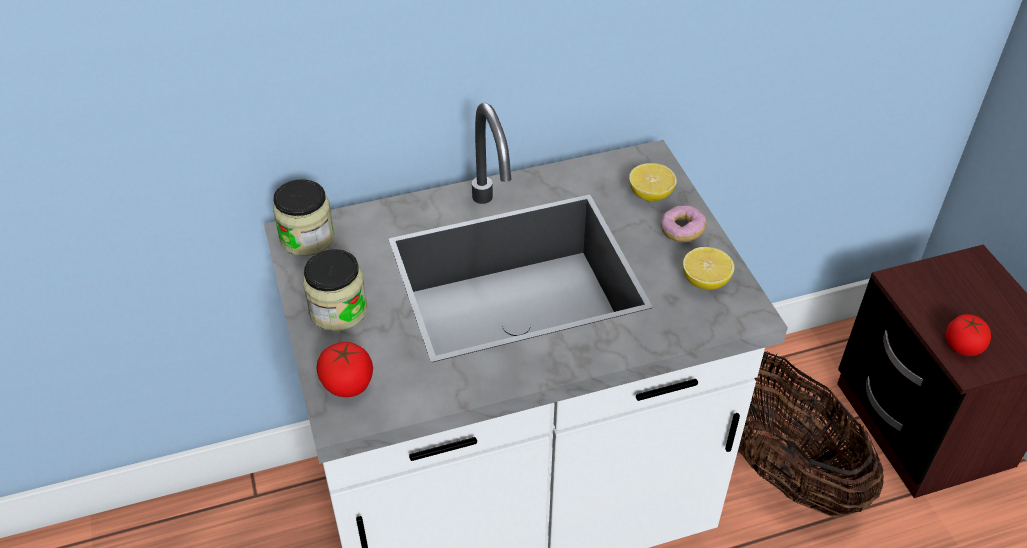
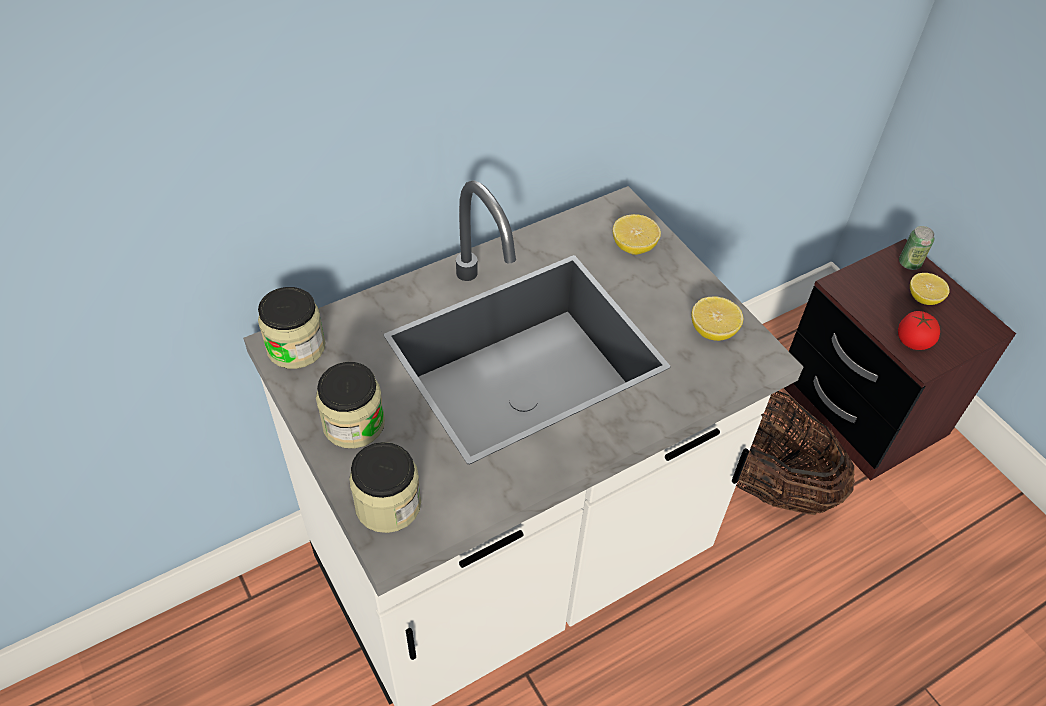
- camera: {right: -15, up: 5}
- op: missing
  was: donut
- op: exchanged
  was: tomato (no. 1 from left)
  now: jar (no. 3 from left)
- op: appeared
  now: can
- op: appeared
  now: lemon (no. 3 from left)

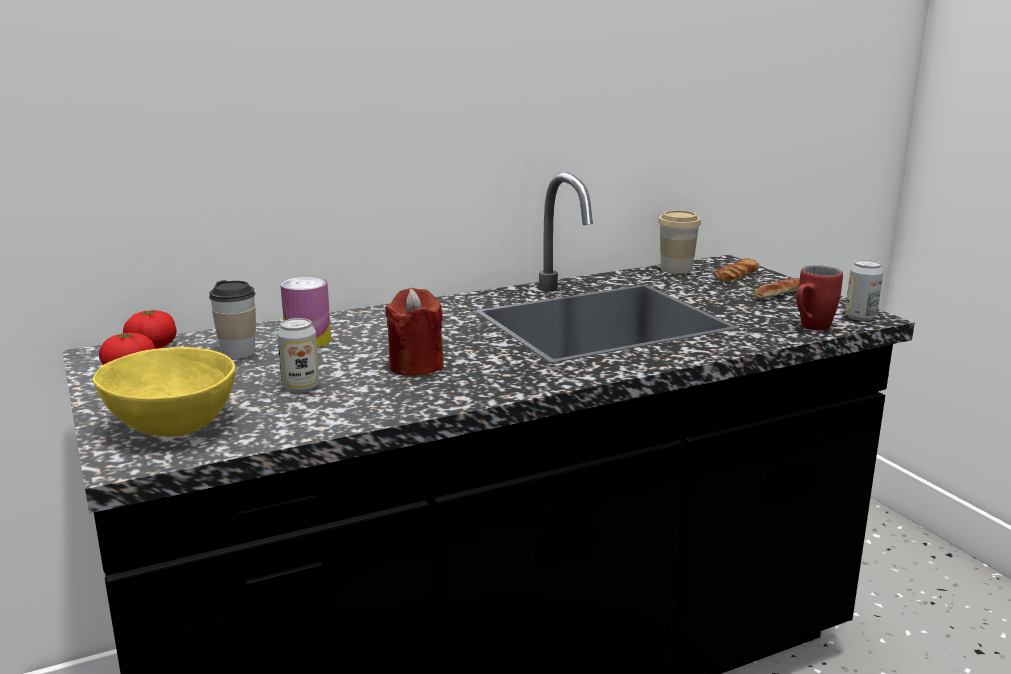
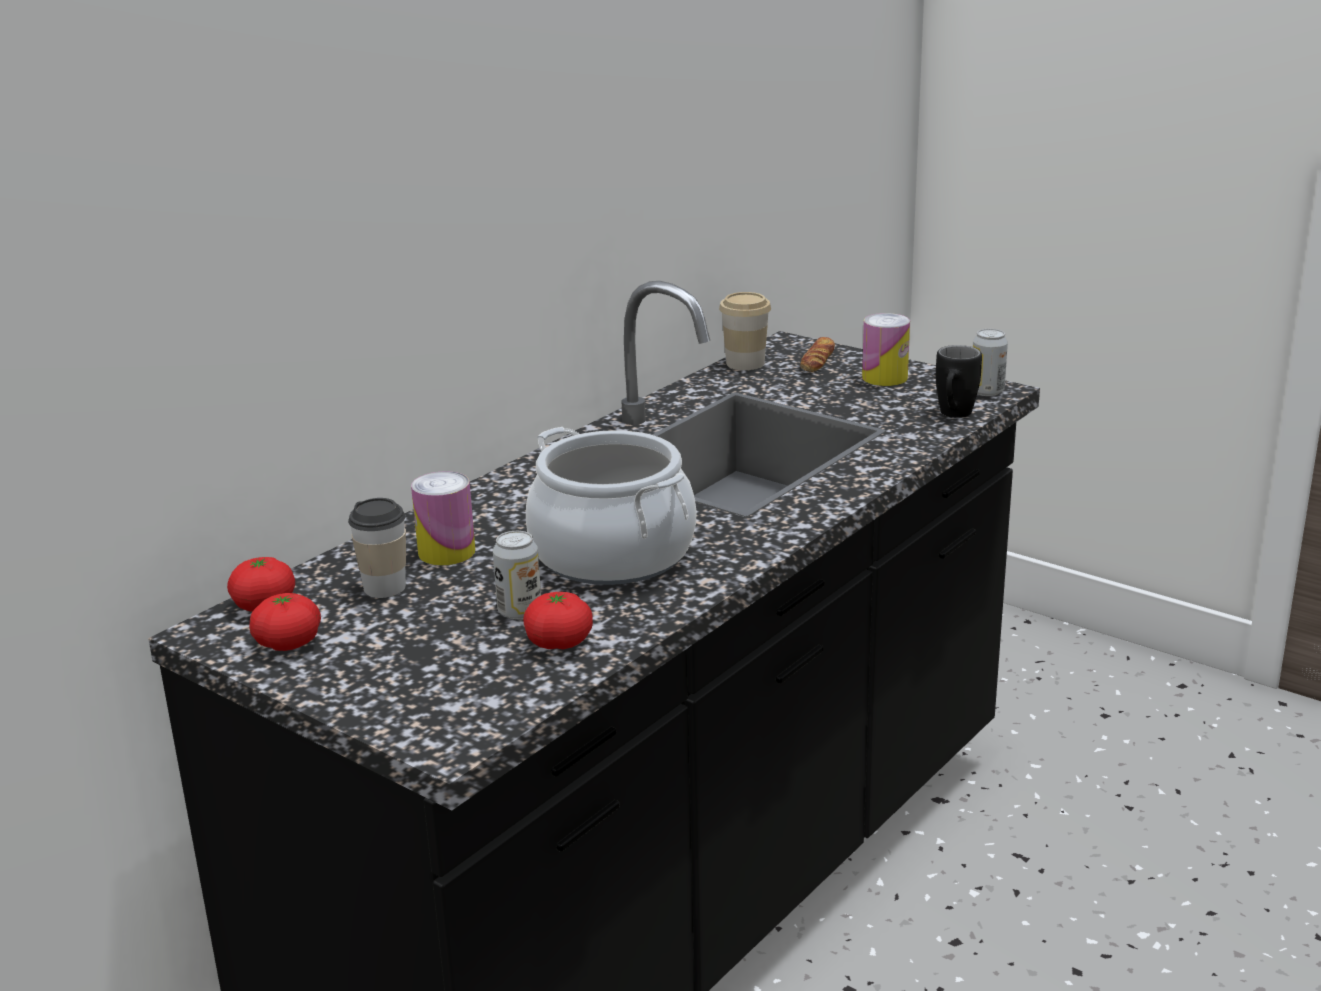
- camera: {right: -25, up: 5}
- op: colour
  was: red_mug
  now: black_mug
- op: exchanged
  was: bread (no. 2 from left)
  now: can (no. 3 from left)
- op: exchanged
  was: red_candle
  now: cooking_pot
- op: missing
  was: yellow_bowl
- op: appeared
  now: tomato (no. 3 from left)

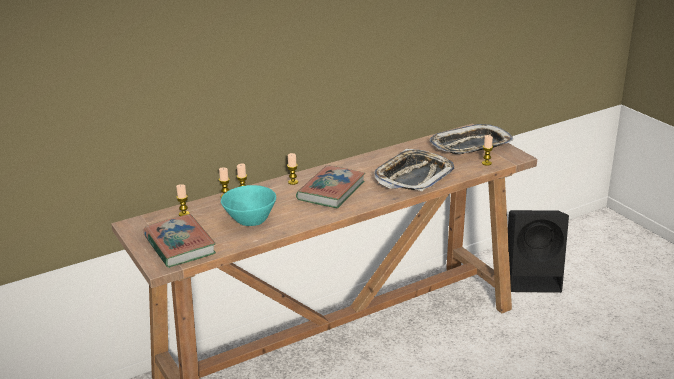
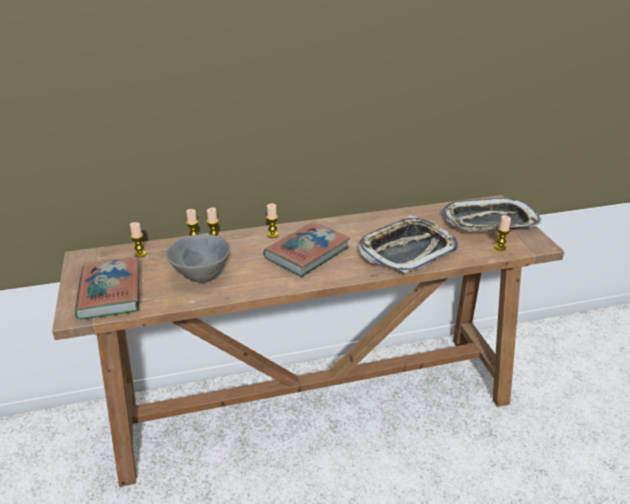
- camera: {right: 15, up: 5}
- op: colour
  was: turquoise_bowl
  now: grey_bowl
- op: missing
  was: black_speaker

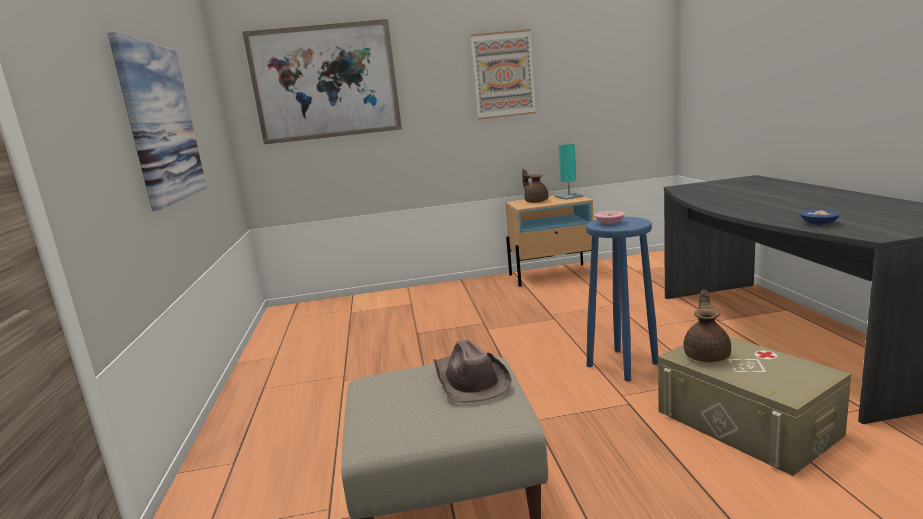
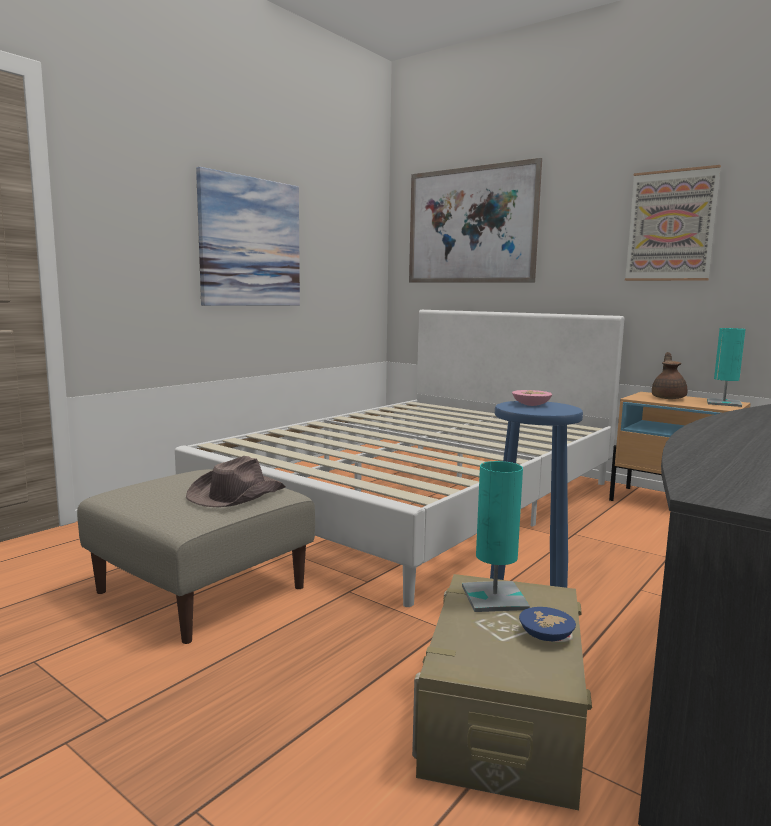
- camera: {right: 45, up: -5}
- op: relocated
  was: blue_bowl
- op: exchanged
  was: brown_teapot (no. 2 from left)
  now: turquoise_table_lamp (no. 1 from left)
- op: appeared
  now: white_bed

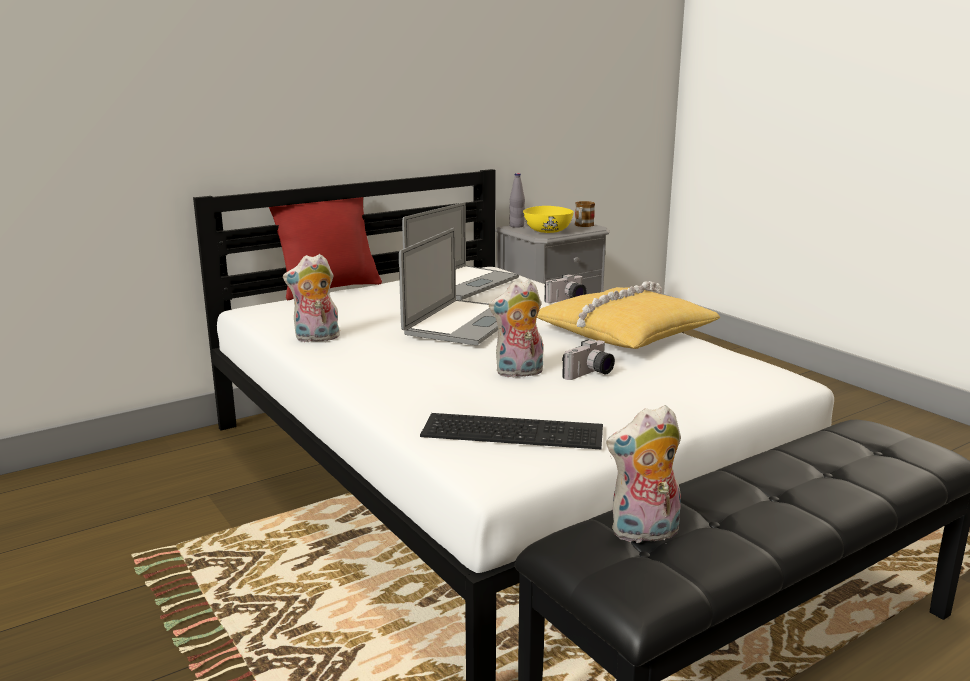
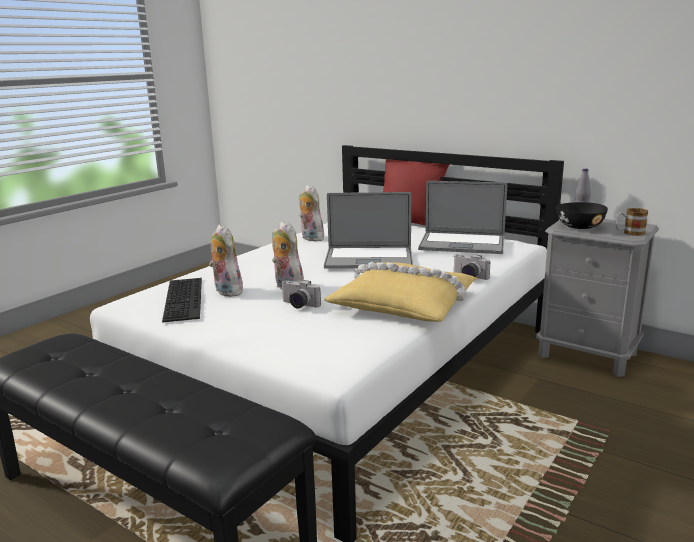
- camera: {right: 70, up: 0}
- op: colour
  was: yellow_bowl
  now: black_bowl
- op: relocated
  was: plush_toy (no. 3 from left in the first image)
  now: plush_toy (no. 1 from left)

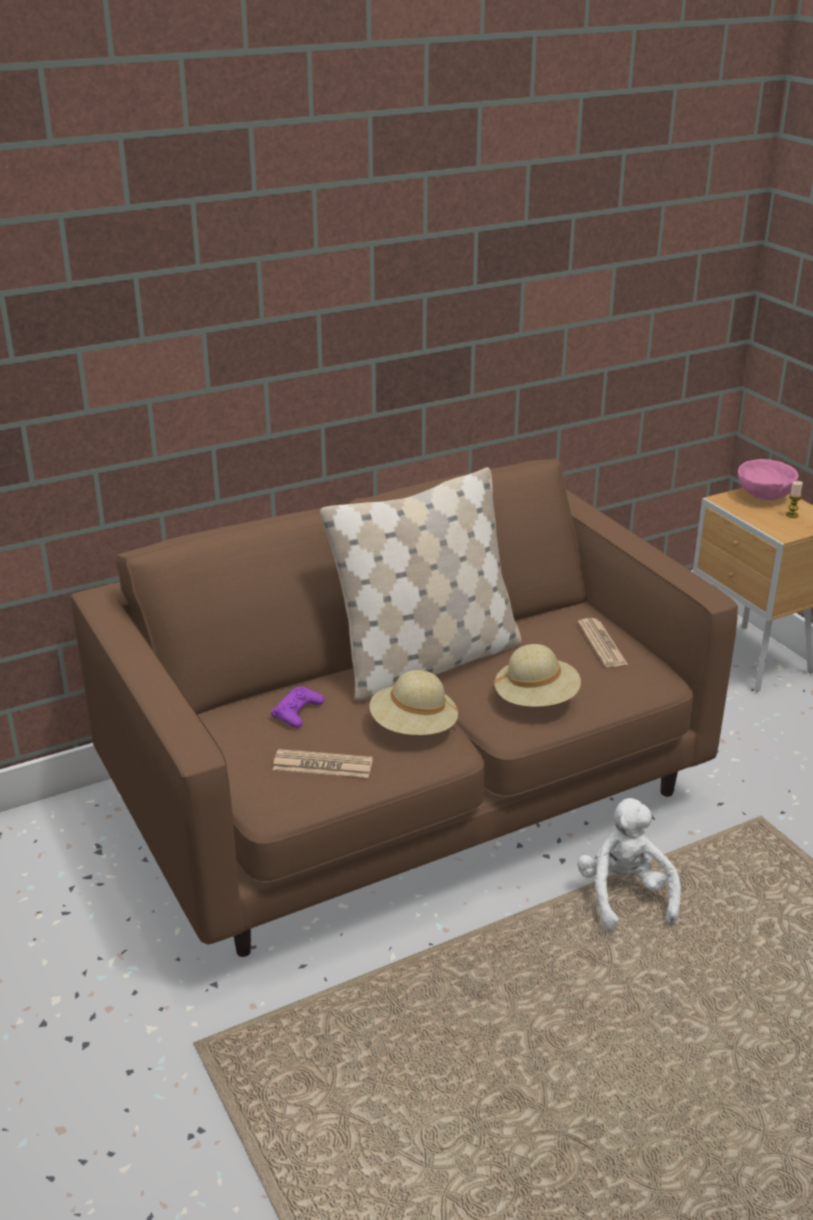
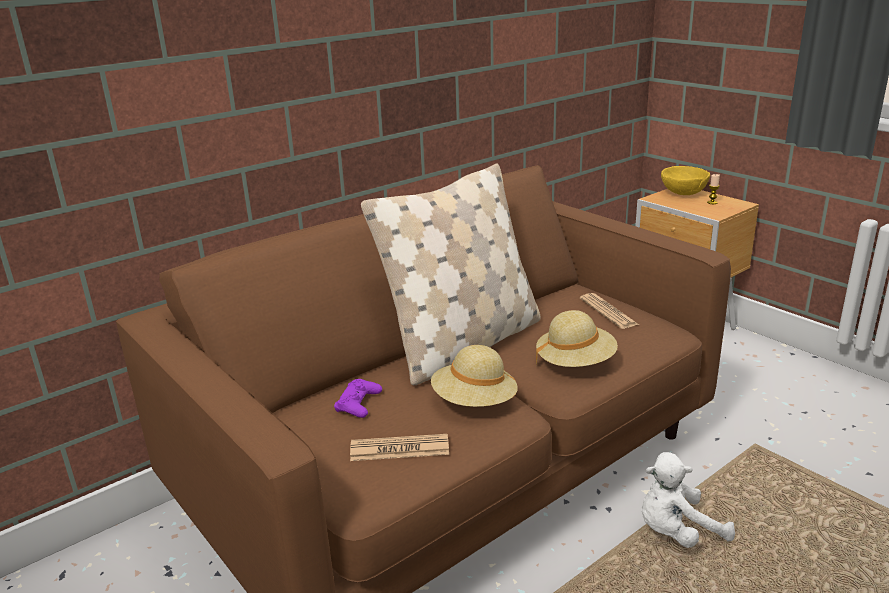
- camera: {right: -10, up: -5}
- op: colour
  was: pink_bowl
  now: yellow_bowl
- op: spun
  was: white_plush_toy
  clockwise: -90

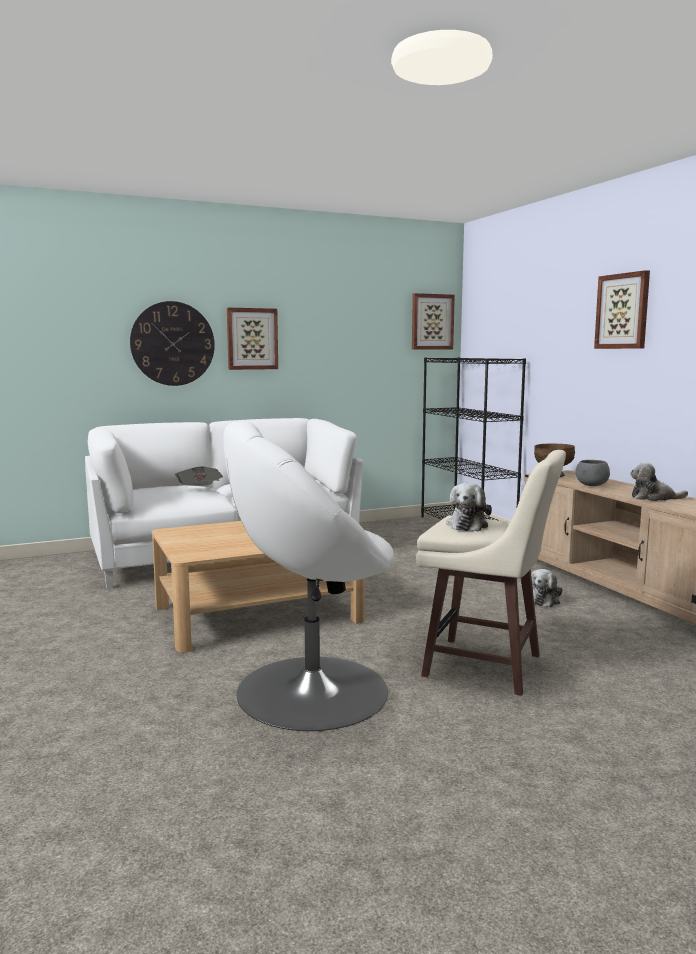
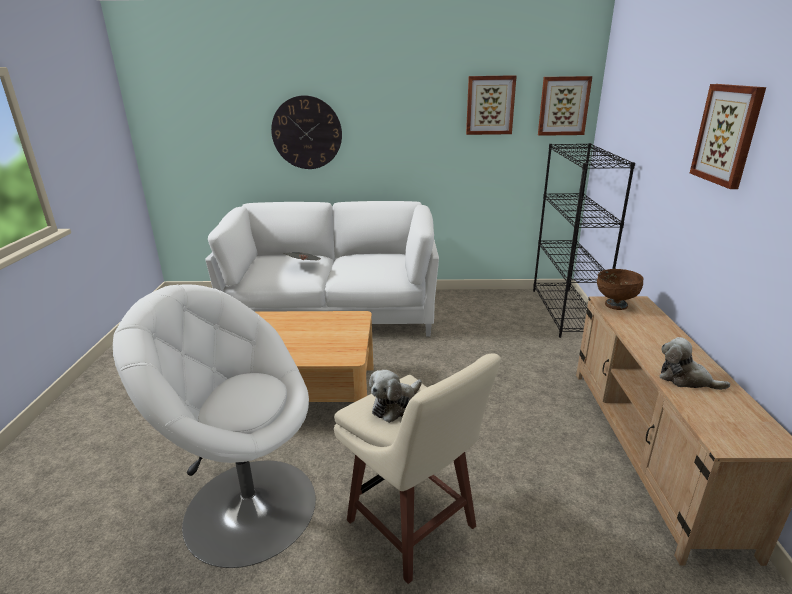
- camera: {right: 25, up: 15}
- op: relocated
  was: picture (no. 1 from left)
- op: missing
  was: grey_bowl
- op: missing
  was: plush_toy (no. 2 from left)

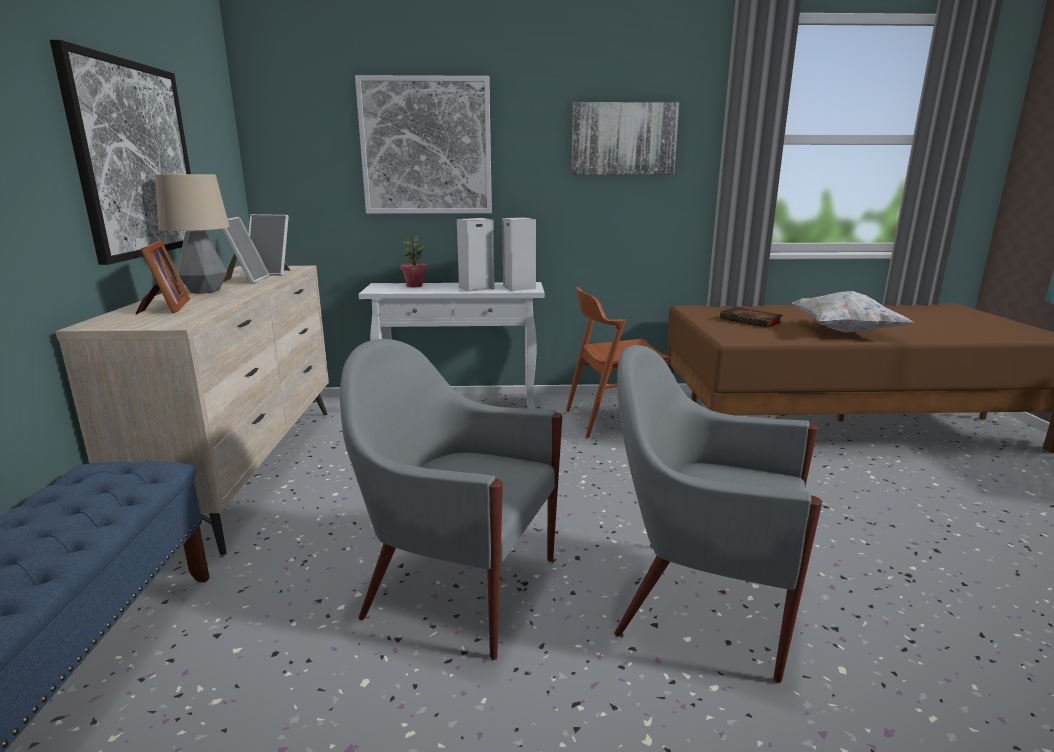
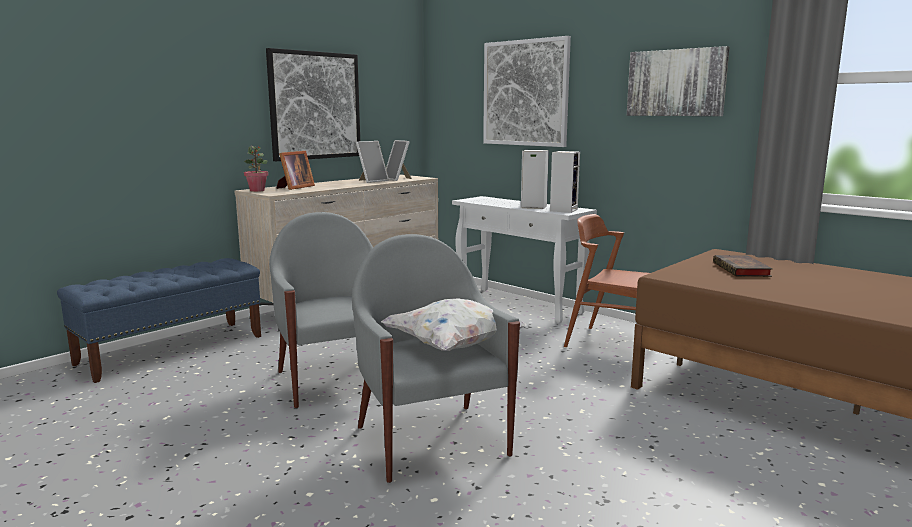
- camera: {right: 45, up: -5}
- op: missing
  was: table_lamp
- op: relocated
  was: potted_plant
- op: relocated
  was: white_pillow

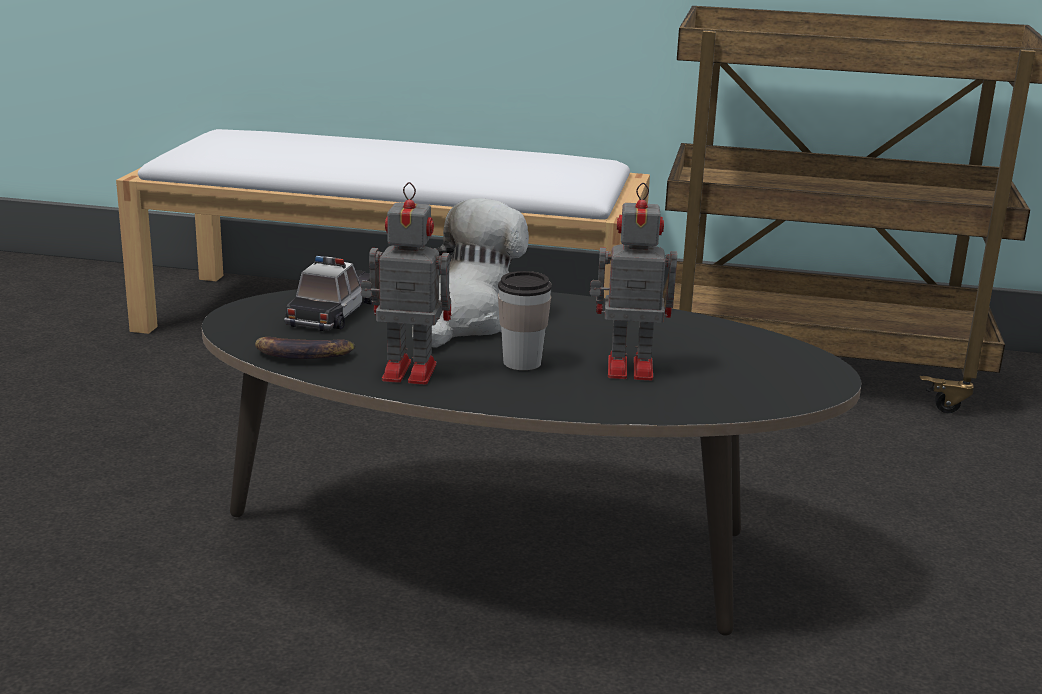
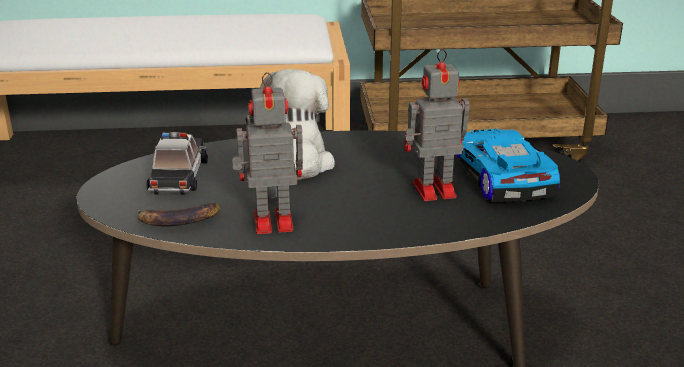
- camera: {right: -15, up: 5}
- op: missing
  was: cup
- op: appeared
  now: toy_car (no. 2 from left)

